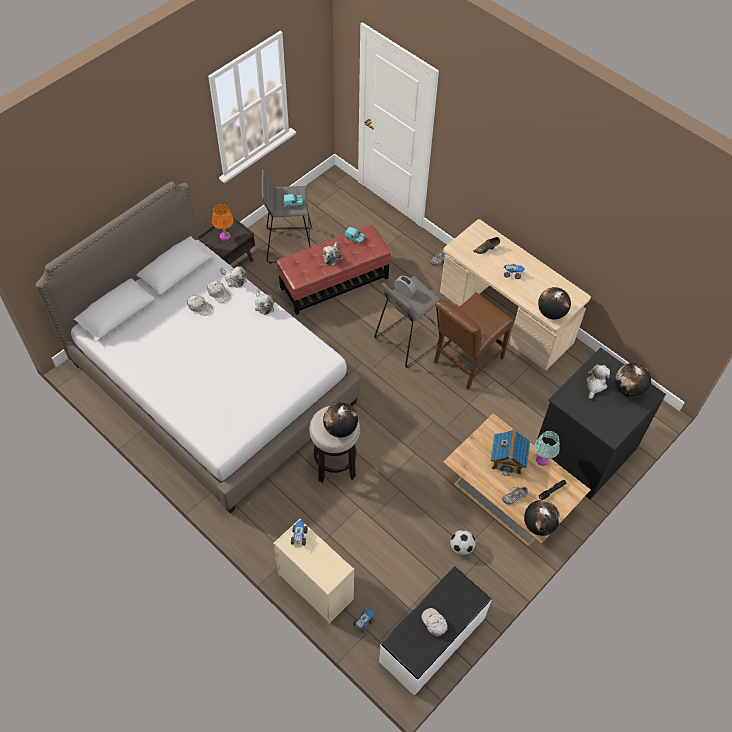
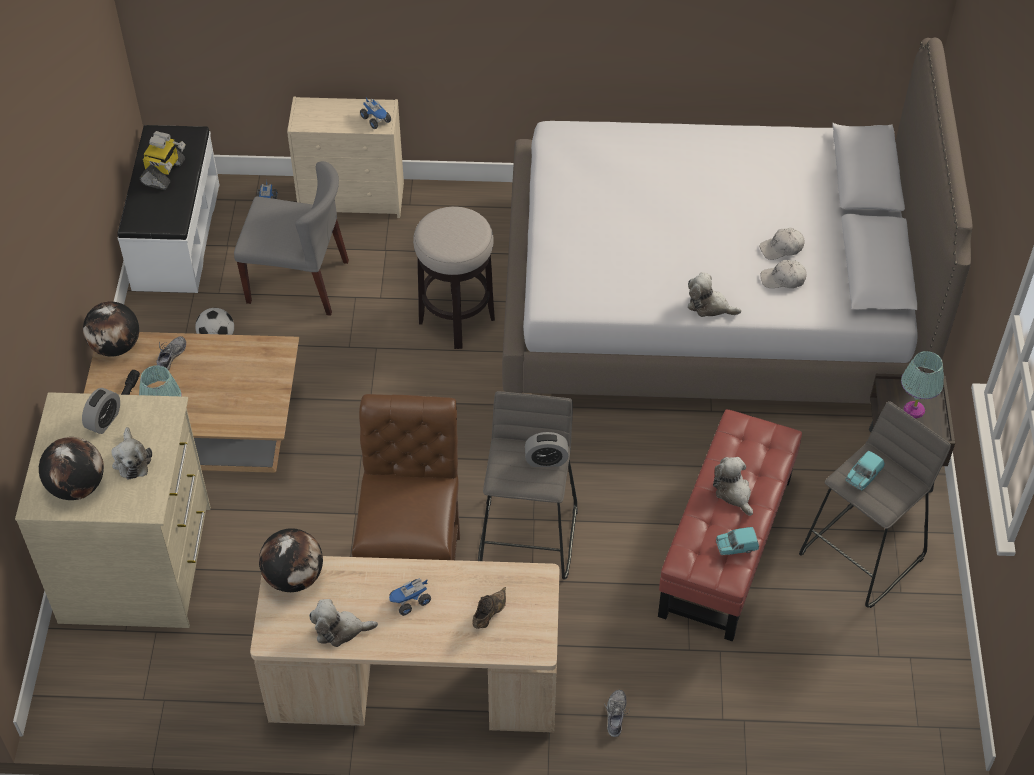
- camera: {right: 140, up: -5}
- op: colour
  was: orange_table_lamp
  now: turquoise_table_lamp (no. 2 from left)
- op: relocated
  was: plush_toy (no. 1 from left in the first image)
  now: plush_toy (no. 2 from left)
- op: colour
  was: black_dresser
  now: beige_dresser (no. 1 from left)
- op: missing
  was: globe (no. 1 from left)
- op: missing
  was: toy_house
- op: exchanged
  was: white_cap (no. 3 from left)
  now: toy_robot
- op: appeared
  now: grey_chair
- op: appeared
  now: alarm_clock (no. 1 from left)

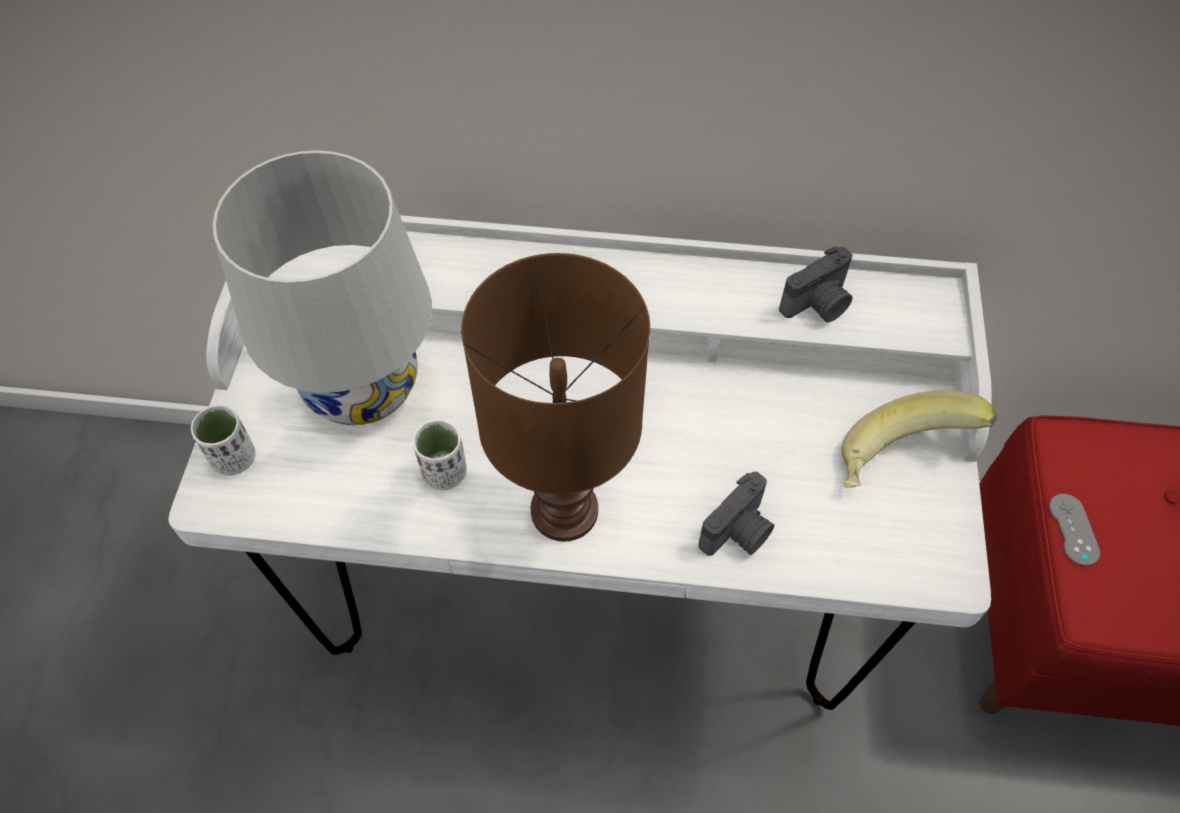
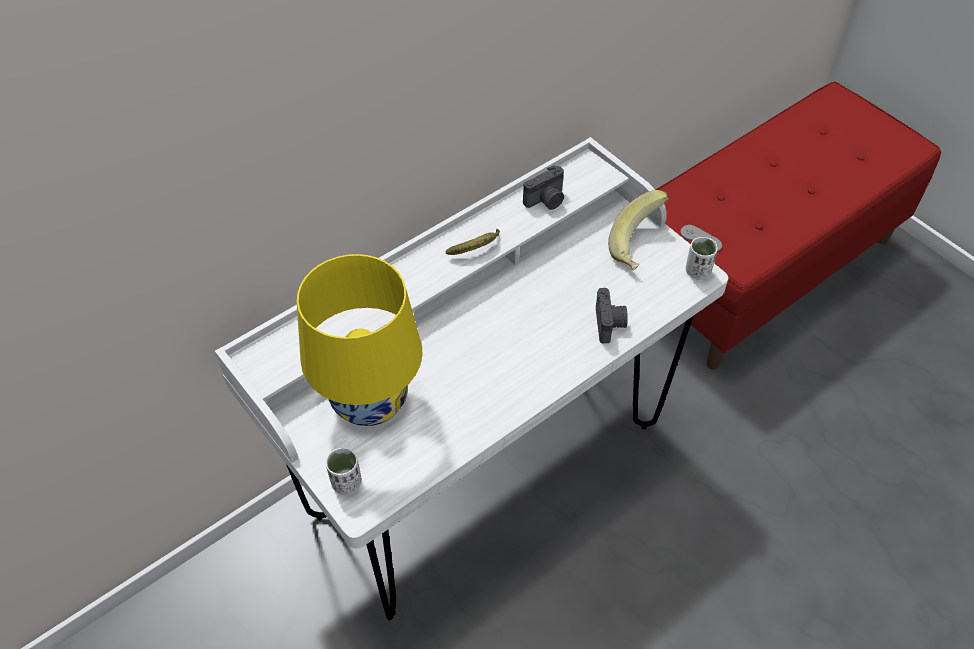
- camera: {right: -45, up: -5}
- op: colour
  was: white_table_lamp
  now: yellow_table_lamp
- op: spun
  was: photo_camera (no. 2 from left in the first image)
  clockwise: 45
- op: missing
  was: brown_table_lamp
- op: relocated
  was: white_cup (no. 2 from left)
- op: appeared
  now: banana (no. 1 from left)

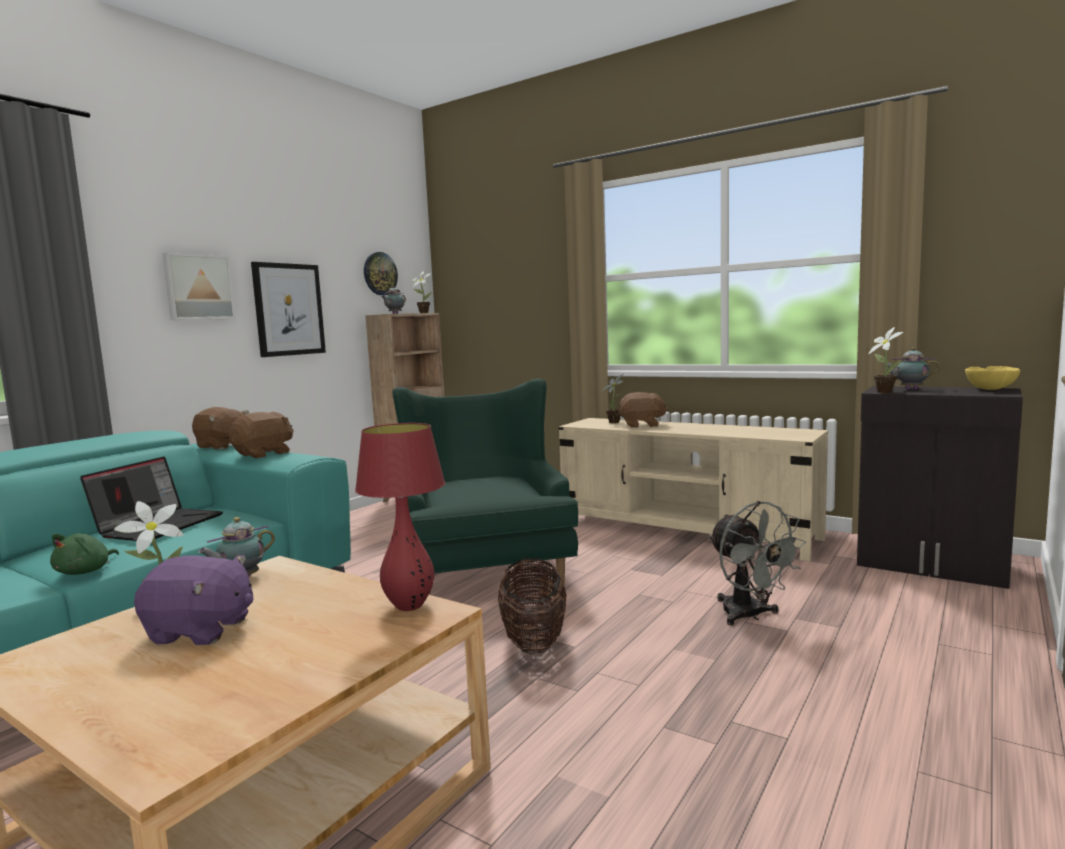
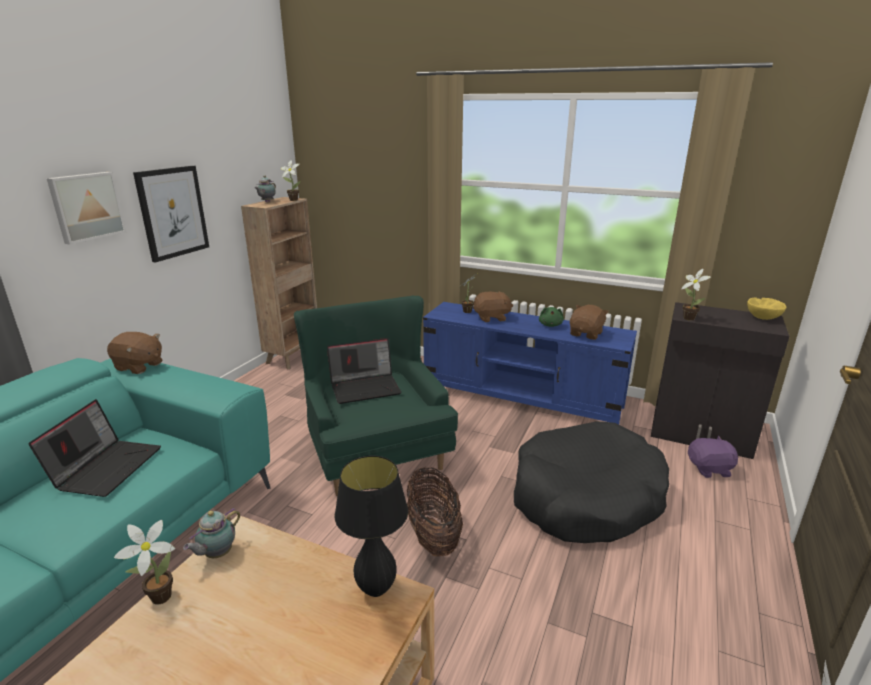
- camera: {right: -10, up: 15}
- op: missing
  was: wall_clock
- op: missing
  was: teapot (no. 3 from left)
- op: relocated
  was: brown_plush_toy (no. 2 from left in the first image)
  now: brown_plush_toy (no. 3 from left)
- op: colour
  was: beige_tv_stand
  now: blue_tv_stand
- op: colour
  was: red_table_lamp
  now: black_table_lamp
- op: exchanged
  was: grey_fan
  now: black_dog_bed
- op: relocated
  was: green_plush_toy
- op: relocated
  was: purple_plush_toy
- op: appeared
  now: laptop (no. 2 from left)

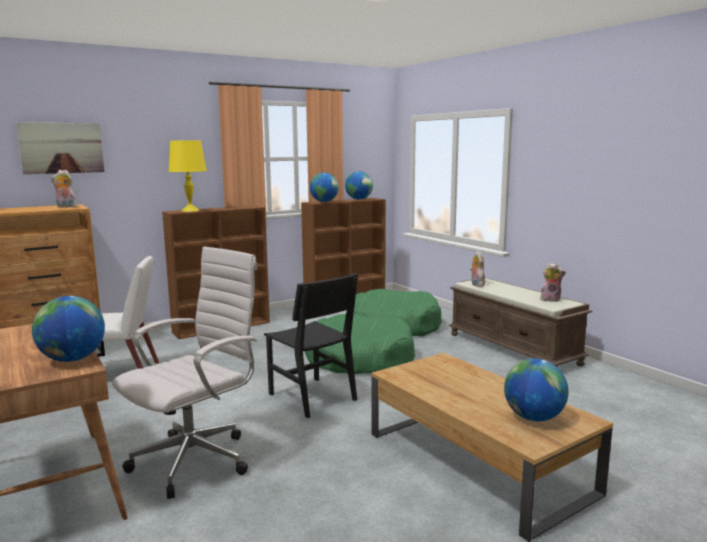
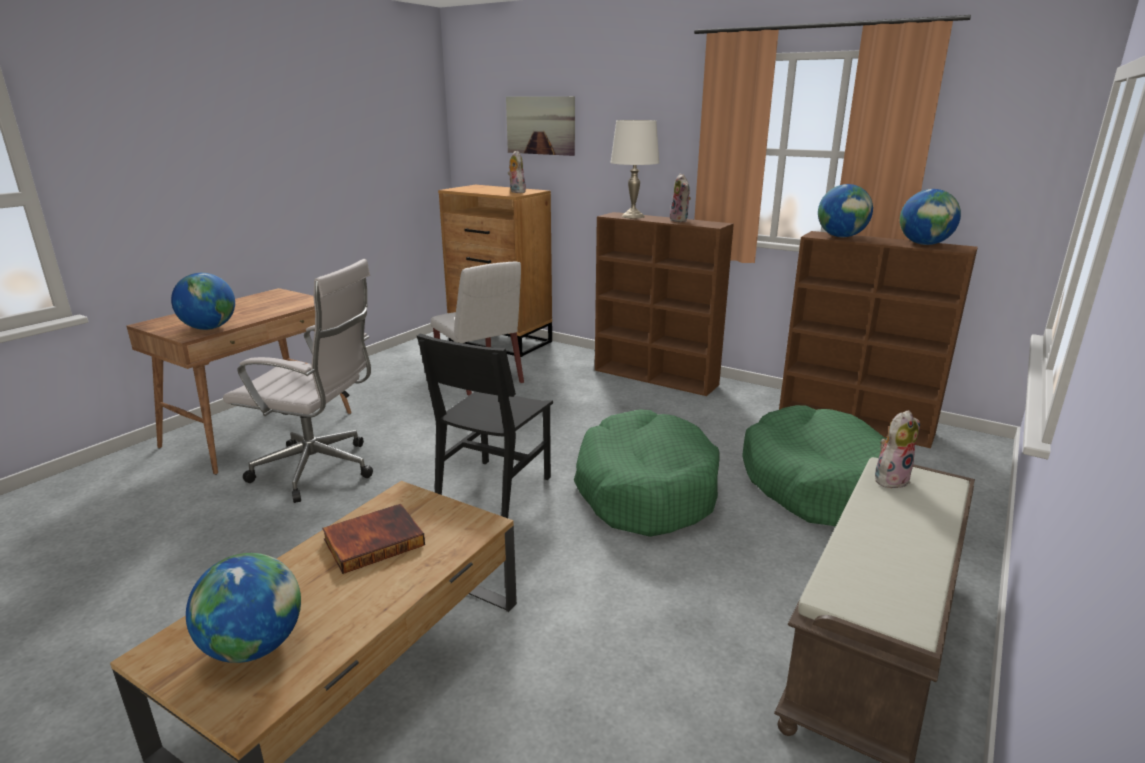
- camera: {right: 65, up: 10}
- op: colour
  was: yellow_table_lamp
  now: white_table_lamp
- op: relocated
  was: plush_toy (no. 3 from left in the first image)
  now: plush_toy (no. 2 from left)
- op: appeared
  now: book

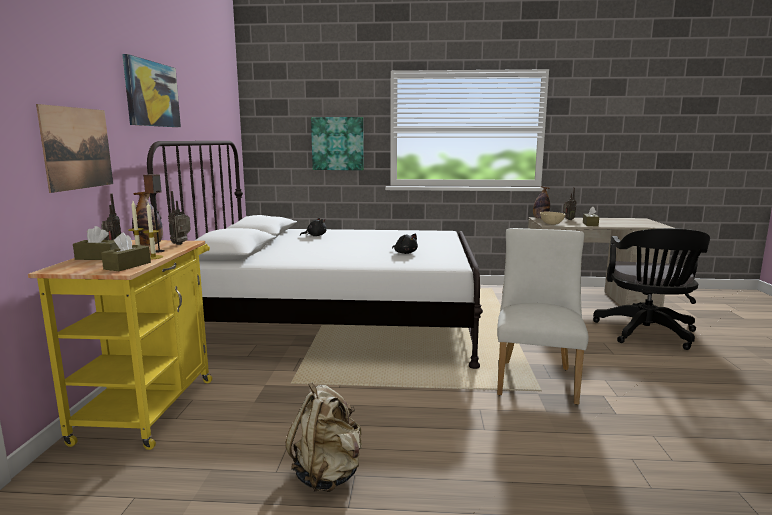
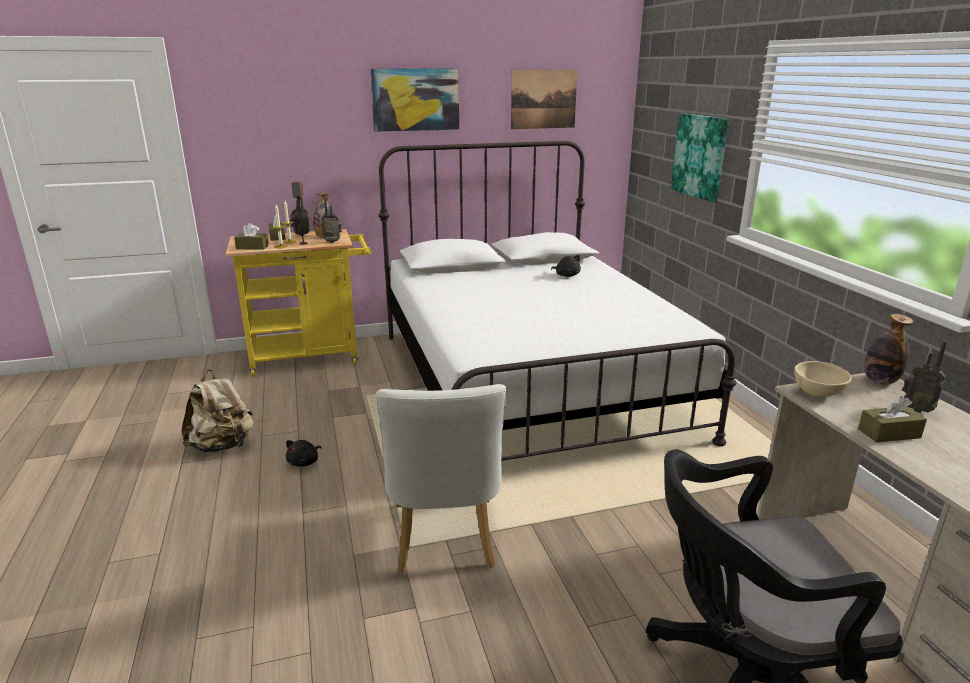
- camera: {right: 70, up: 10}
- op: relocated
  was: picture (no. 1 from left in the first image)
  now: picture (no. 2 from left)
- op: spun
  was: white_chair
  clockwise: 90
- op: relocated
  was: black_plush_toy (no. 2 from left in the first image)
  now: black_plush_toy (no. 1 from left)

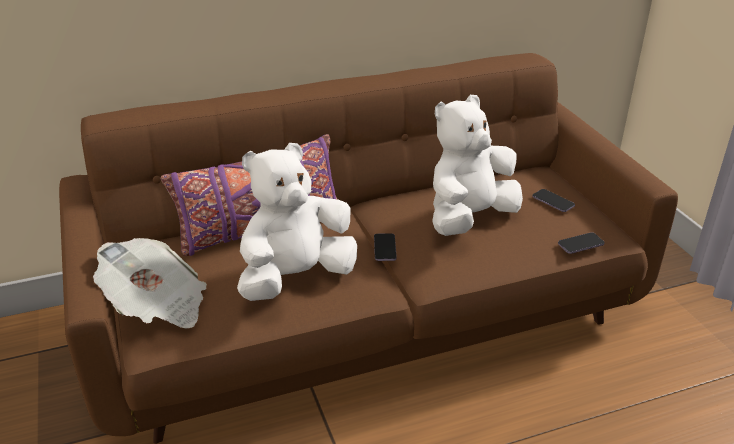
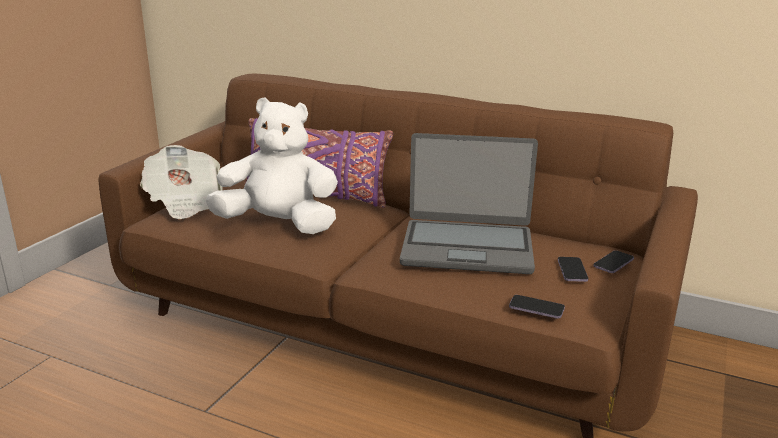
- camera: {right: 45, up: -10}
- op: exchanged
  was: white_plush_toy (no. 2 from left)
  now: laptop
- op: relocated
  was: phone (no. 1 from left in the first image)
  now: phone (no. 3 from left)

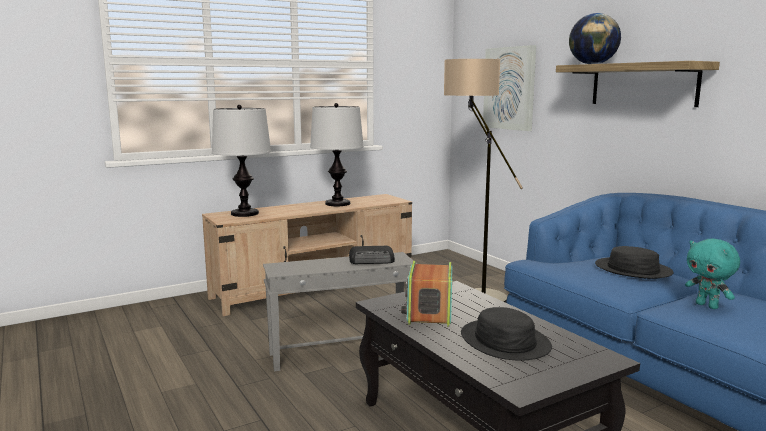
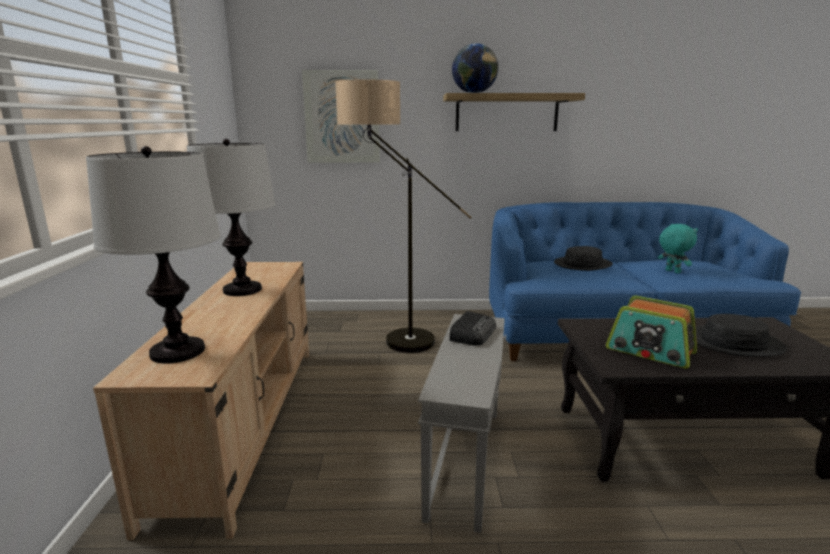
- camera: {right: -60, up: 5}
- op: spun
  was: turquoise_plush_toy
  clockwise: -120

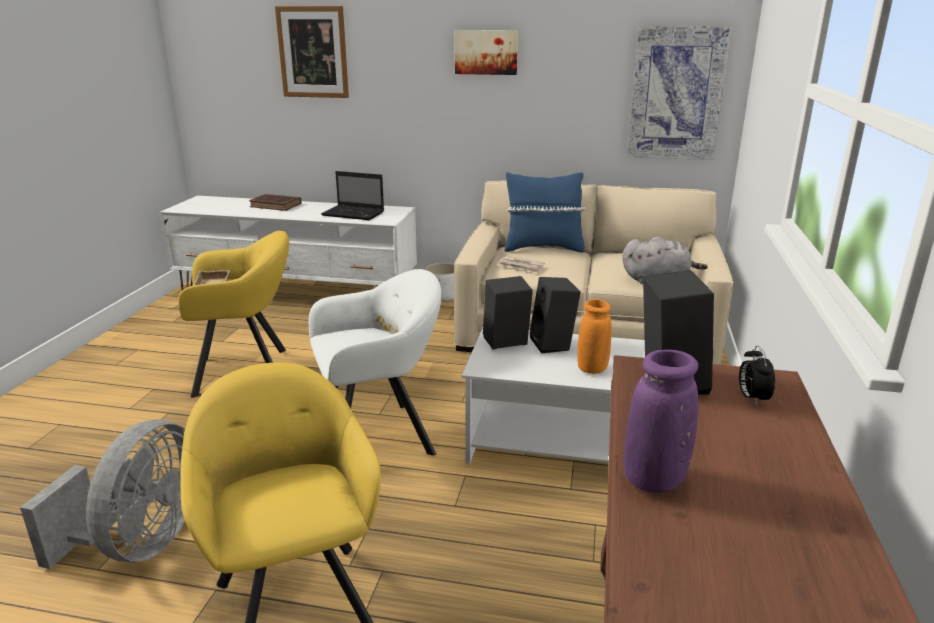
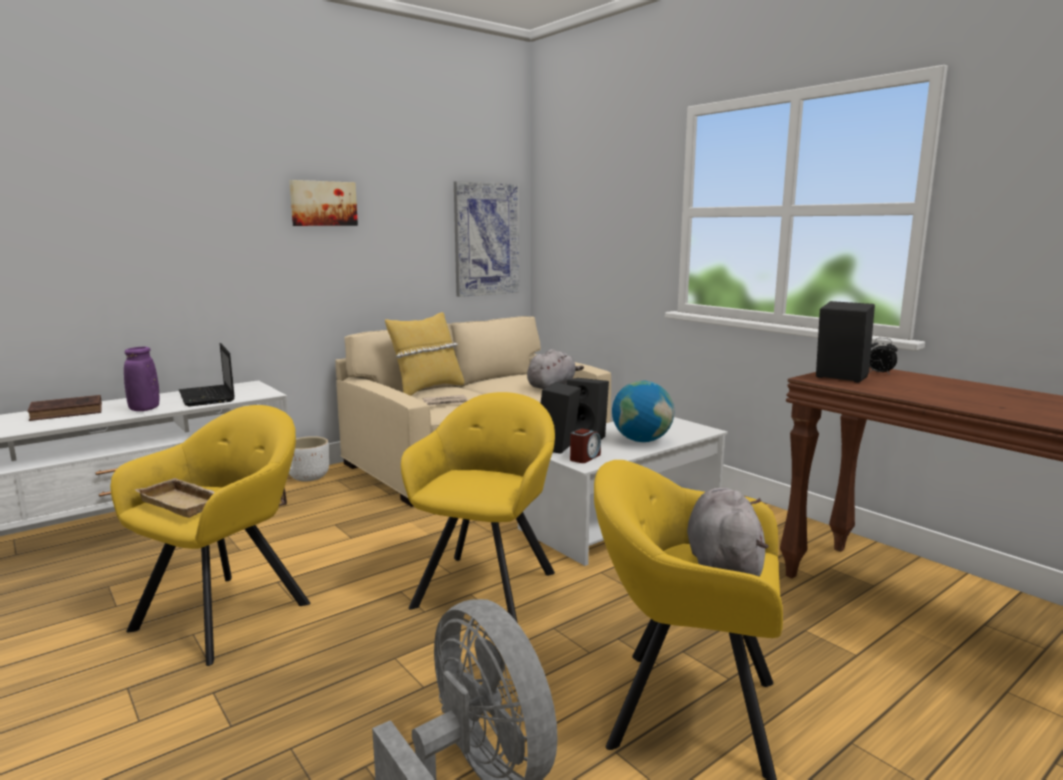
- camera: {right: -50, up: -10}
- op: missing
  was: picture (no. 1 from left)
- op: spun
  was: laptop
  clockwise: 90
- op: colour
  was: blue_pillow
  now: yellow_pillow
- op: colour
  was: white_armchair
  now: yellow_armchair (no. 2 from left)
- op: exchanged
  was: orange_vase
  now: globe
- op: relocated
  was: purple_vase
- op: appeared
  now: alarm_clock (no. 1 from left)
- op: appeared
  now: grey_plush_toy (no. 2 from left)

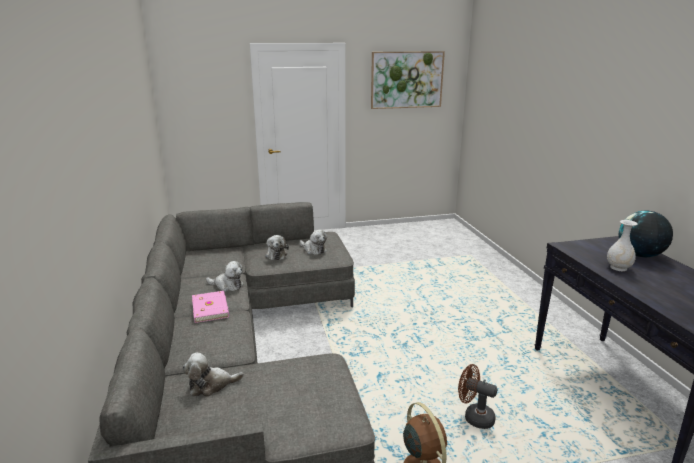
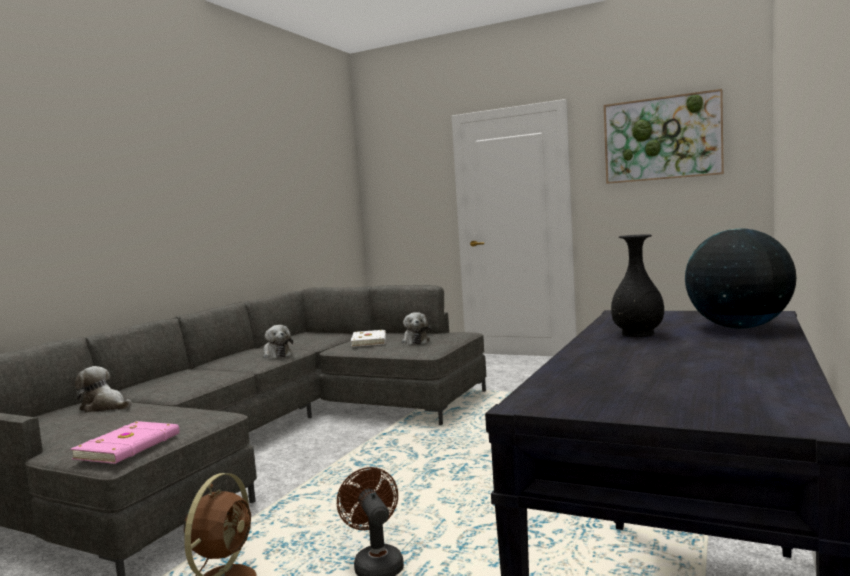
- camera: {right: 40, up: -15}
- op: colour
  was: white_vase
  now: black_vase
- op: exchanged
  was: plush_toy (no. 3 from left)
  now: white_book
- op: relocated
  was: pink_book

